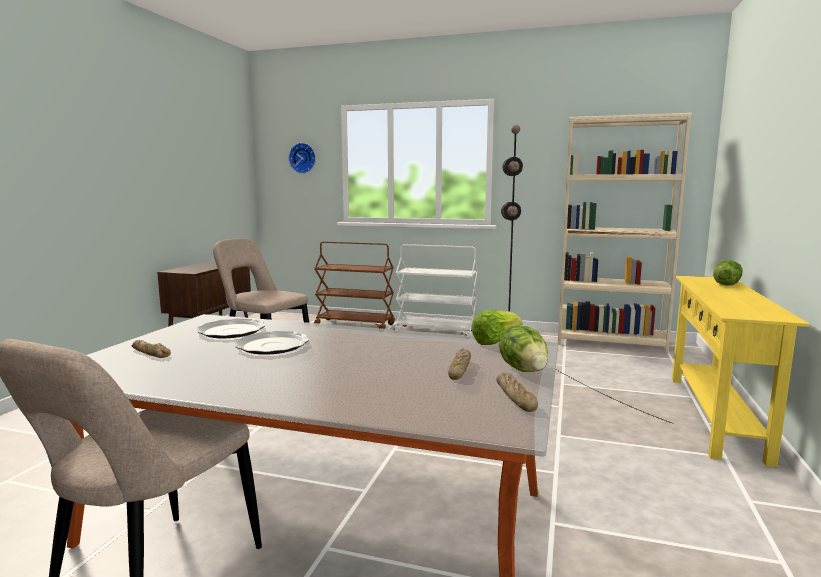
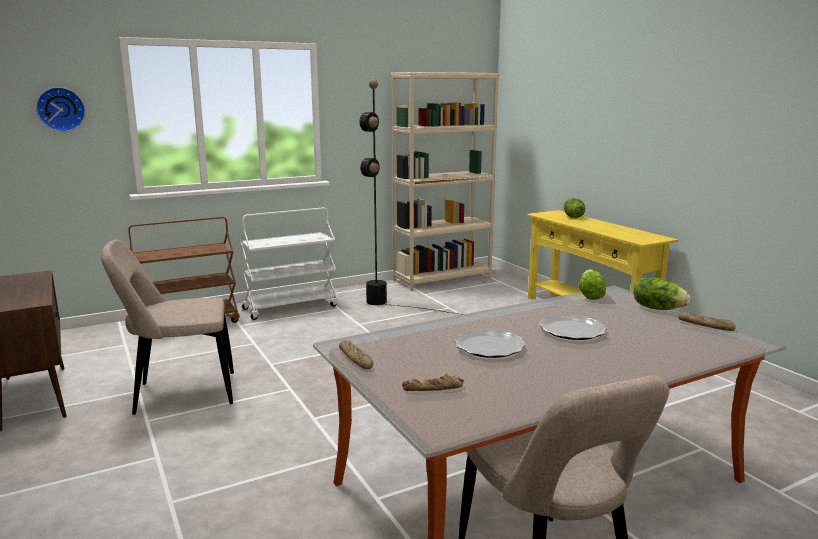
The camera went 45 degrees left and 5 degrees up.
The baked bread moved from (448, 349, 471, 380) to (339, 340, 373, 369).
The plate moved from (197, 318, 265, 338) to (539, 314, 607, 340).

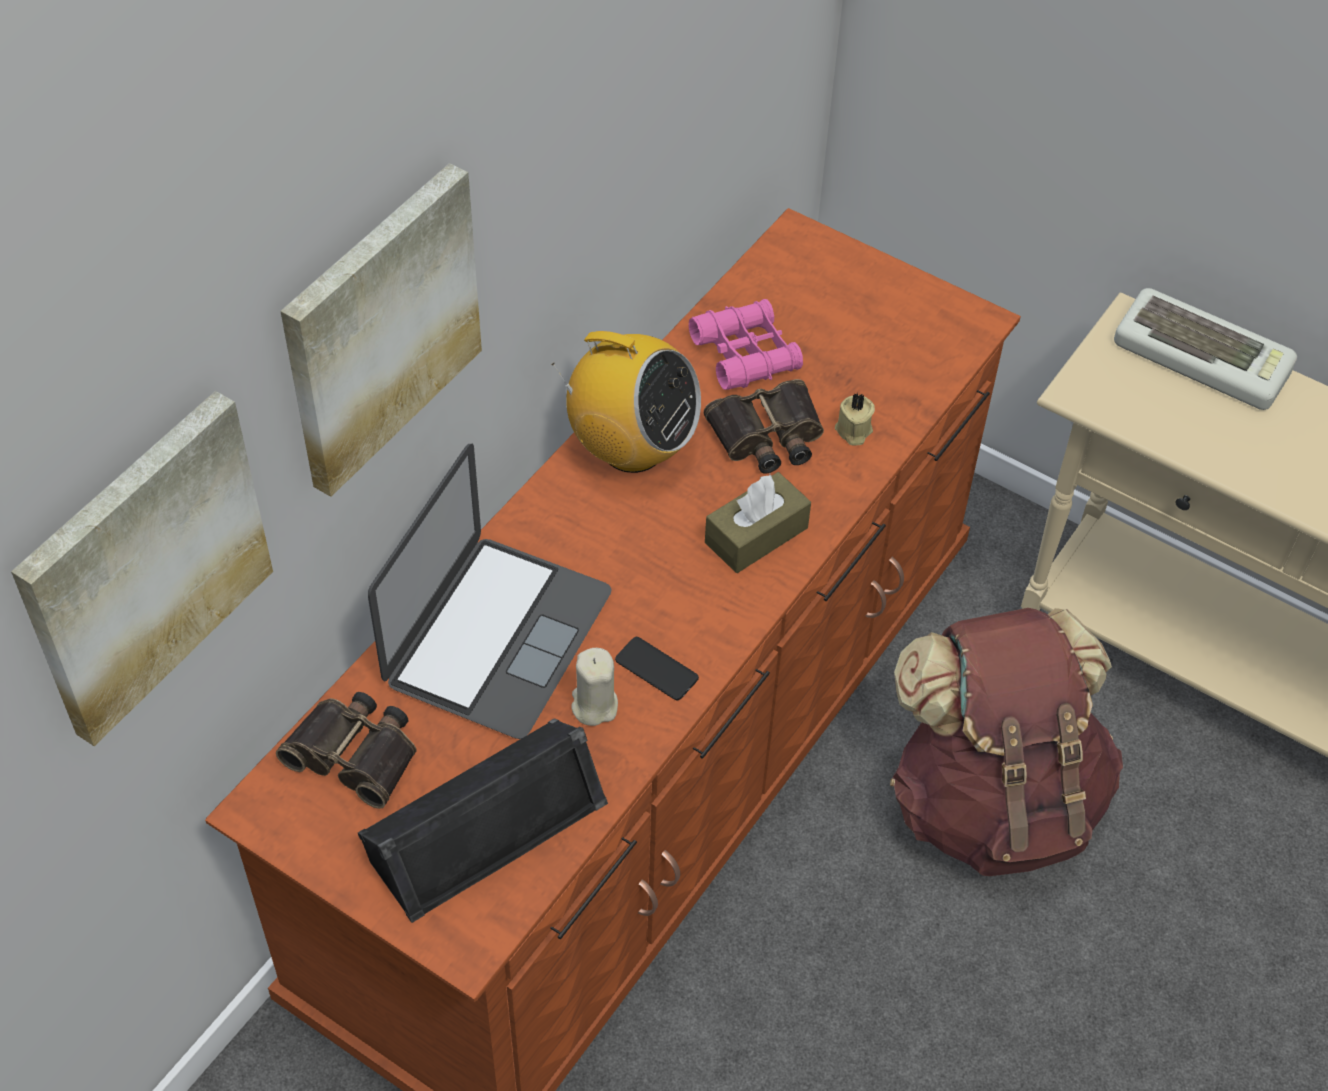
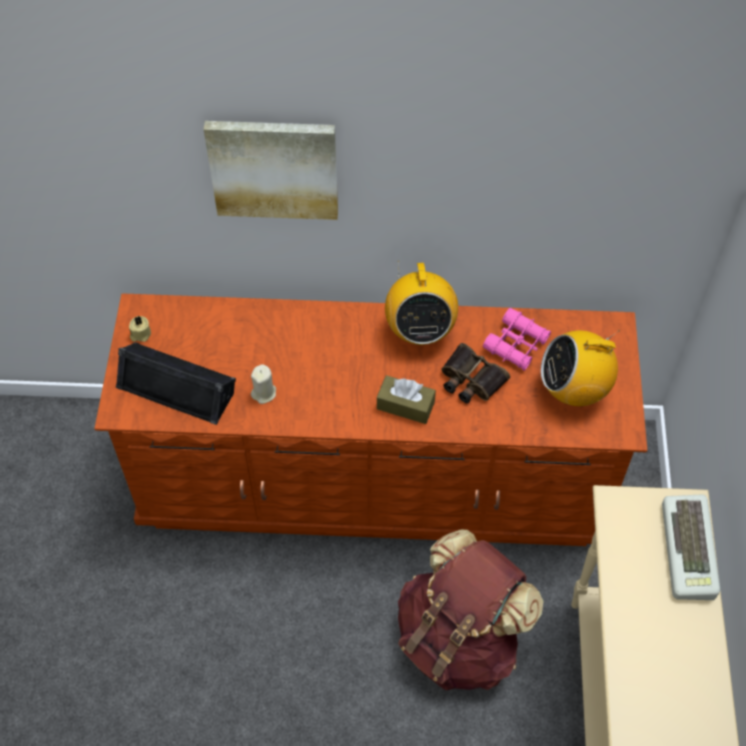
The camera went 60 degrees right and 5 degrees up.
The beige-coloured candle moved from (835, 393, 875, 445) to (129, 316, 151, 342).
The radio receiver at (541, 330, 620, 406) appeared.
The wall picture at (11, 391, 273, 746) disappeared.
The field glasses at (276, 692, 417, 809) disappeared.
The notebook computer at (368, 444, 612, 739) disappeared.
The phone at (615, 637, 699, 700) disappeared.

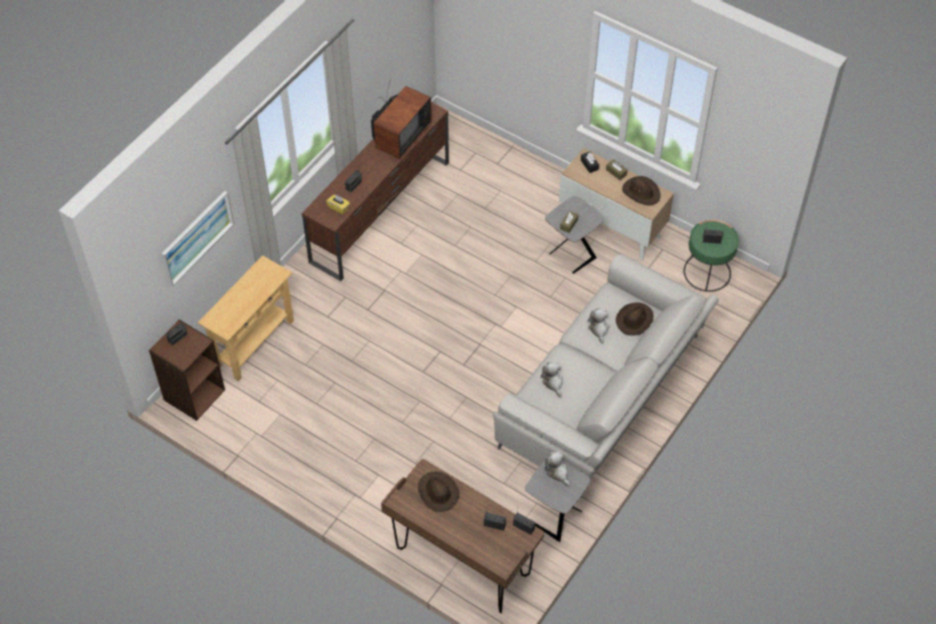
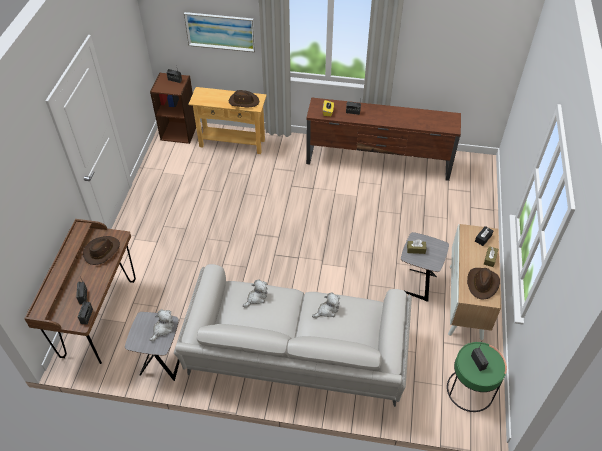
The camera went 65 degrees right and 5 degrees down.
The brown clothing hat moved from (616, 302, 654, 336) to (229, 90, 259, 107).
The television at (371, 78, 432, 159) disappeared.

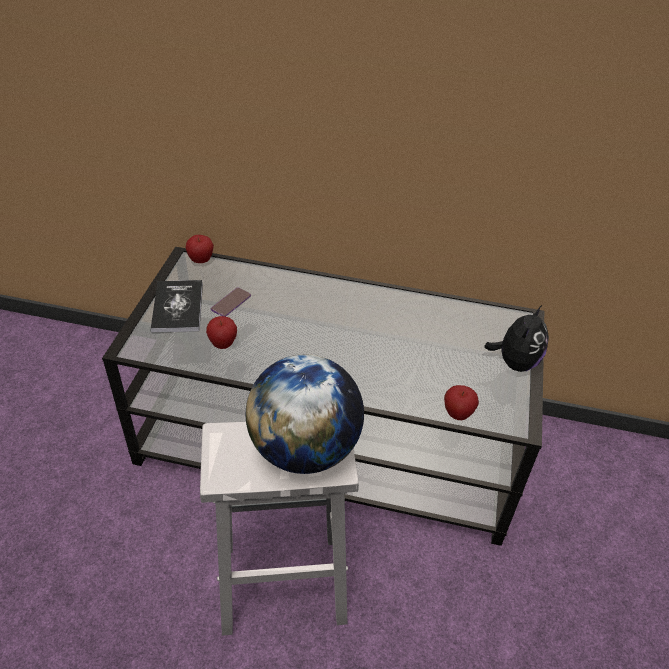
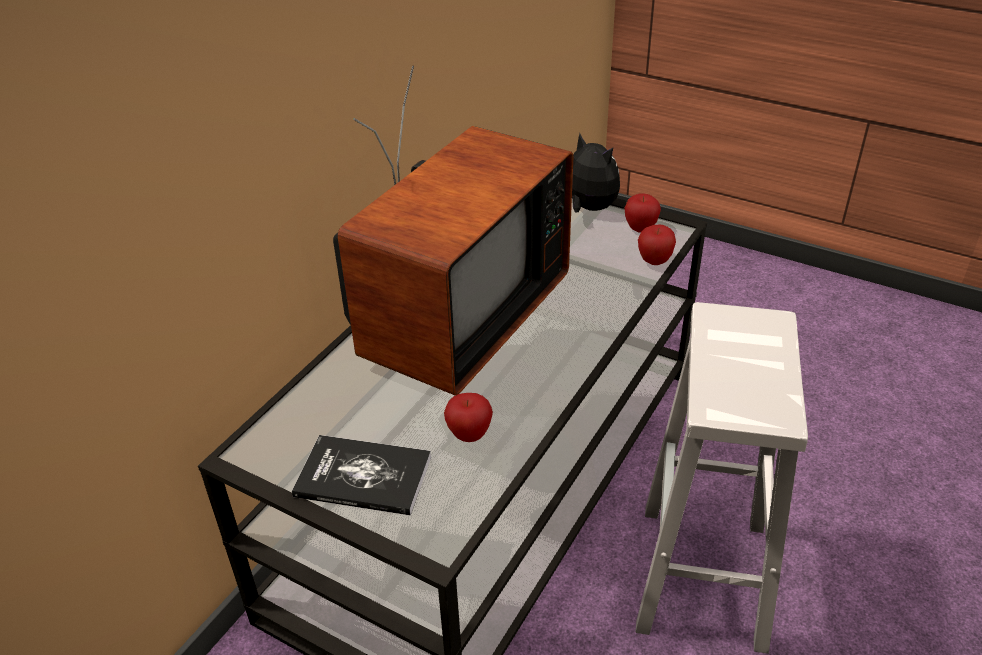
The camera went 70 degrees left and 5 degrees down.
The television at (333, 65, 573, 396) appeared.
The apple fruit moved from (185, 235, 214, 263) to (624, 194, 661, 233).
The phone at (211, 287, 251, 317) disappeared.
The globe at (246, 354, 364, 474) disappeared.

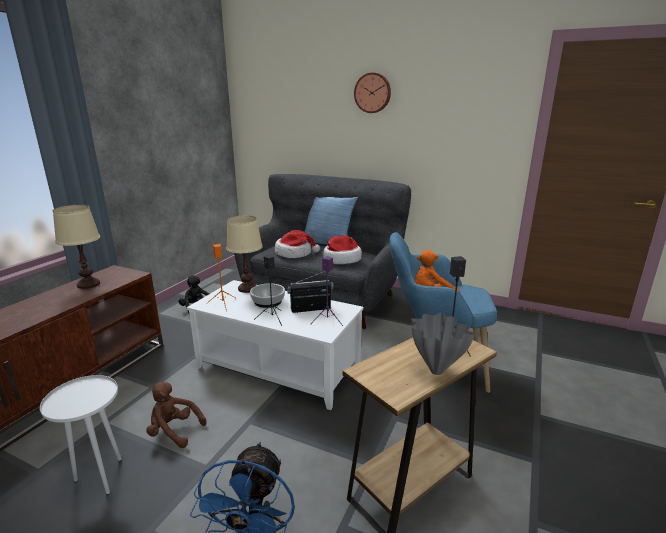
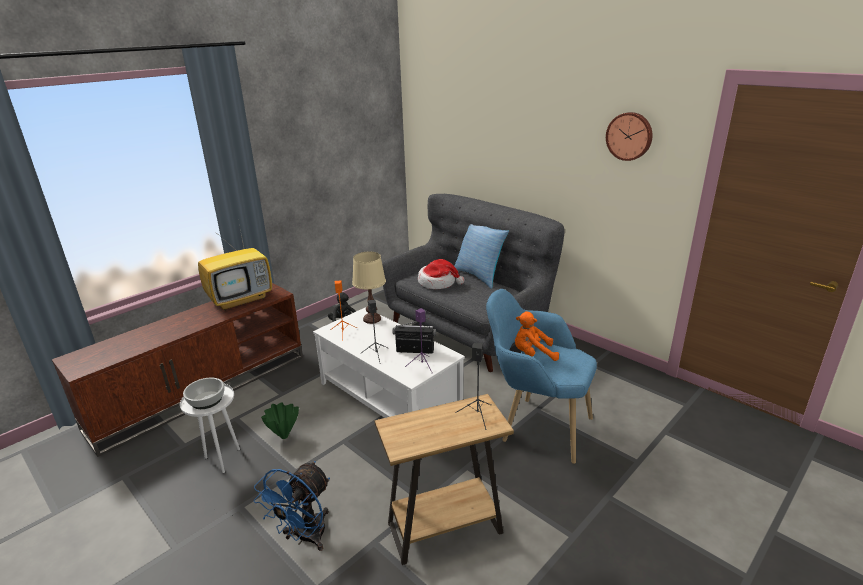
The camera went 20 degrees right and 5 degrees up.
The deep dish moved from (250, 283, 285, 308) to (183, 378, 225, 409).
The beige-coloured table lamp at (53, 205, 100, 289) was replaced by the television at (198, 225, 272, 311).
The brown soft toy at (146, 382, 206, 448) was replaced by the green-coloured flower vase at (261, 403, 299, 439).
The clock on the wall moved from (354, 72, 391, 113) to (606, 112, 652, 161).
The clothing hat at (323, 235, 362, 264) disappeared.
The greyish flower vase at (411, 312, 474, 375) disappeared.

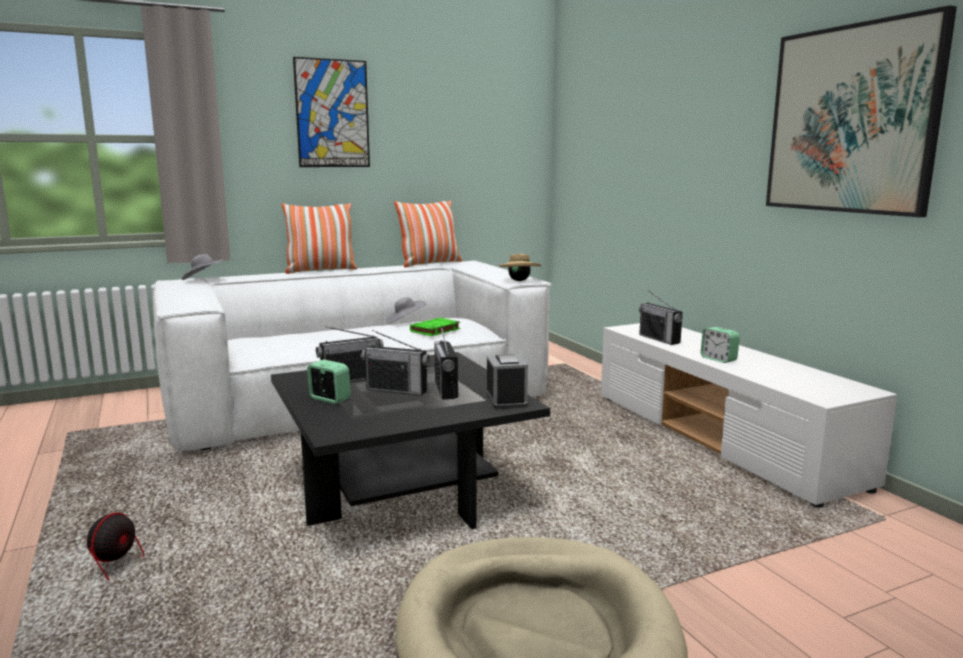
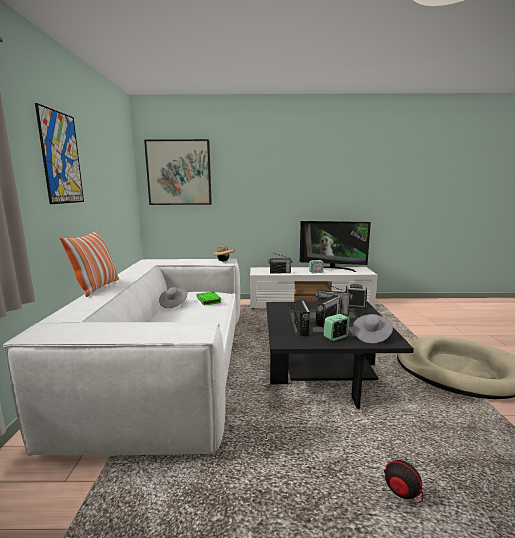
The camera went 65 degrees left and 0 degrees up.
The wall picture moved from (766, 5, 957, 217) to (144, 139, 212, 205).
The television at (300, 221, 371, 272) appeared.
The greyish clothing hat moved from (182, 254, 224, 280) to (353, 314, 393, 343).
The throw pillow at (394, 200, 462, 267) disappeared.

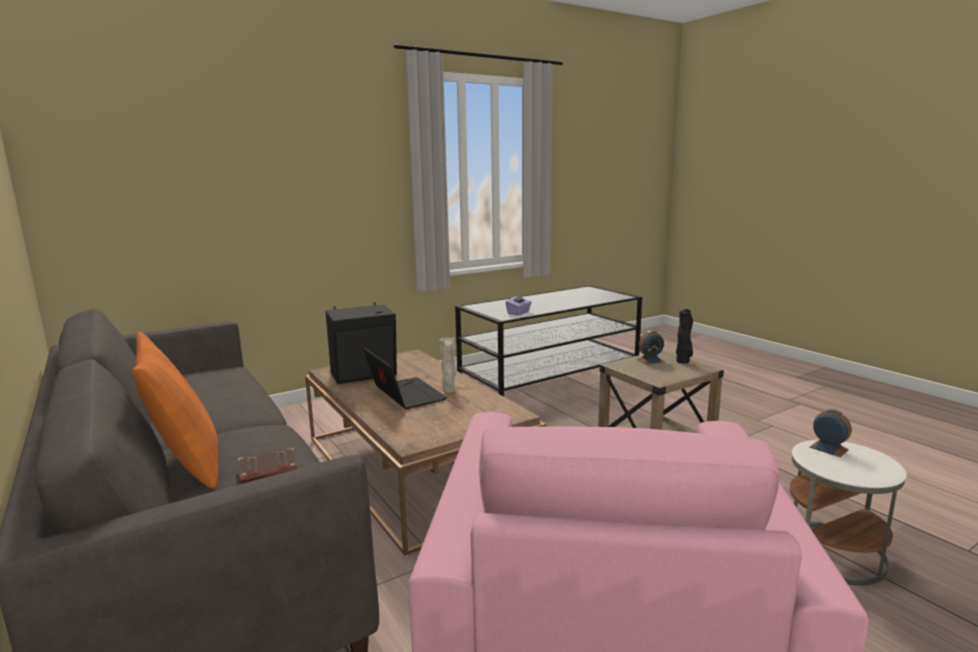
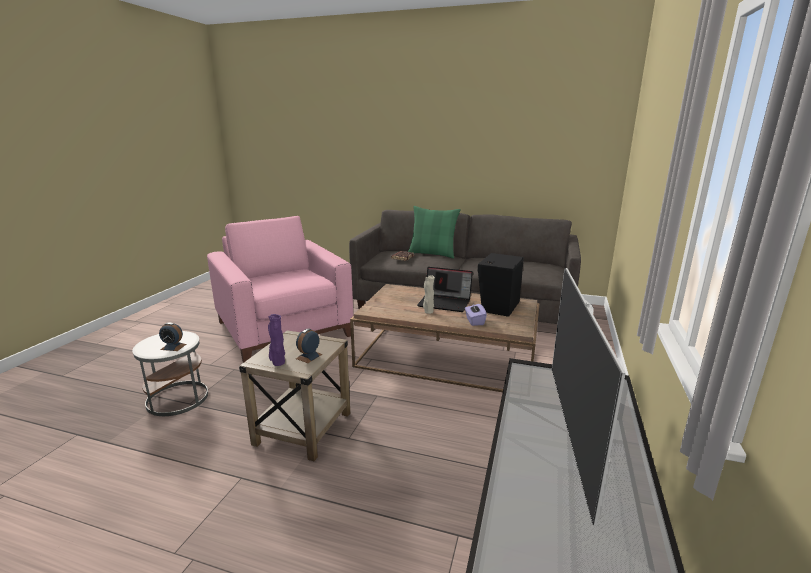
The camera went 140 degrees right and 5 degrees up.
The black flower vase at (676, 309, 693, 364) became the purplish flower vase at (268, 314, 285, 366).
The orange throw pillow at (132, 332, 218, 489) became the green-coloured throw pillow at (408, 206, 461, 259).
The purplish tissue holder moved from (506, 293, 532, 316) to (465, 304, 487, 326).
The television at (552, 268, 626, 526) appeared.

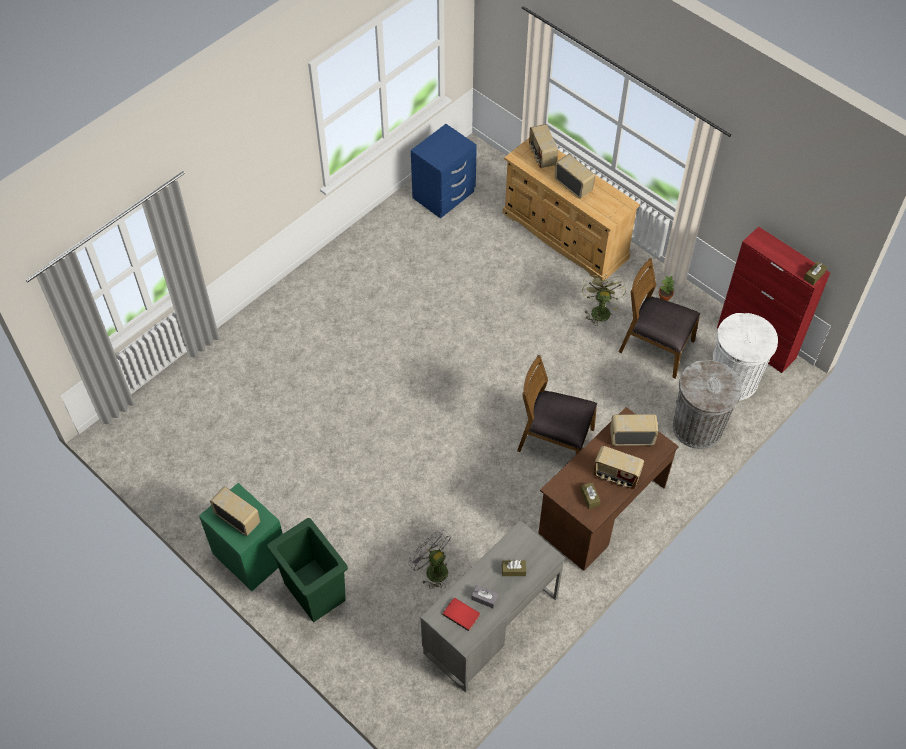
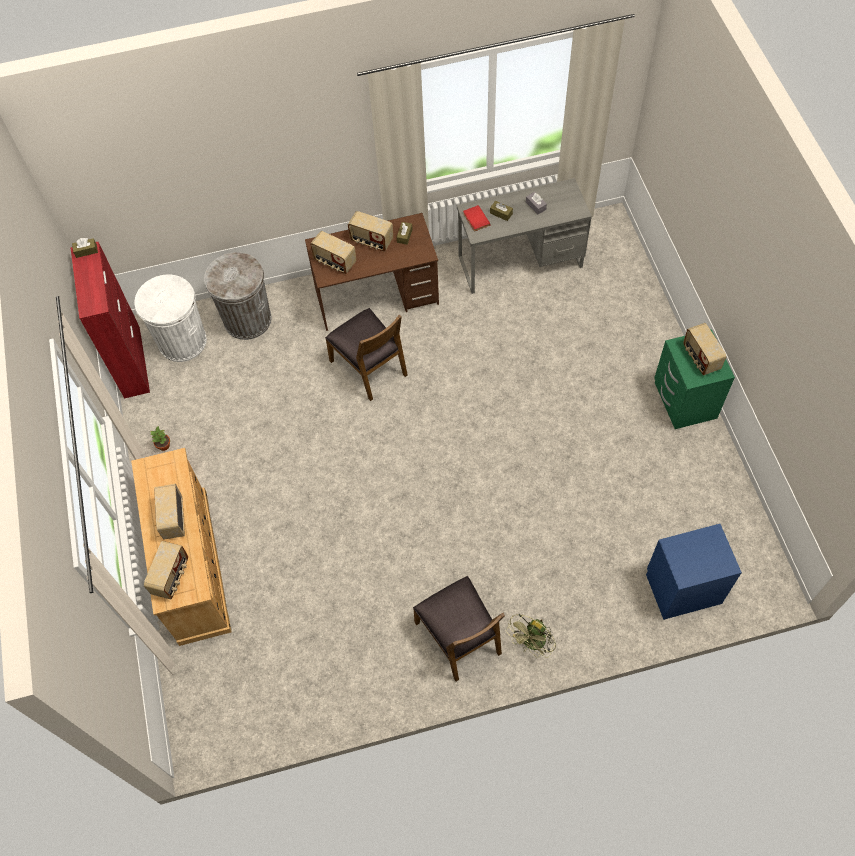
The camera went 145 degrees left and 5 degrees up.
The radio receiver at (593, 446, 644, 489) turned 150 degrees clockwise.
The brown chair moved from (619, 258, 700, 379) to (413, 576, 505, 681).
The red-coloured volume moved from (442, 598, 480, 631) to (463, 205, 490, 231).
The green-coloured cooling fan moved from (582, 274, 626, 326) to (506, 614, 556, 658).
The blue-coloured nightstand moved from (411, 124, 477, 219) to (646, 524, 742, 620).
The green-coloured waste bin at (267, 518, 348, 622) disappeared.
The greyish cooling fan at (408, 530, 451, 589) disappeared.

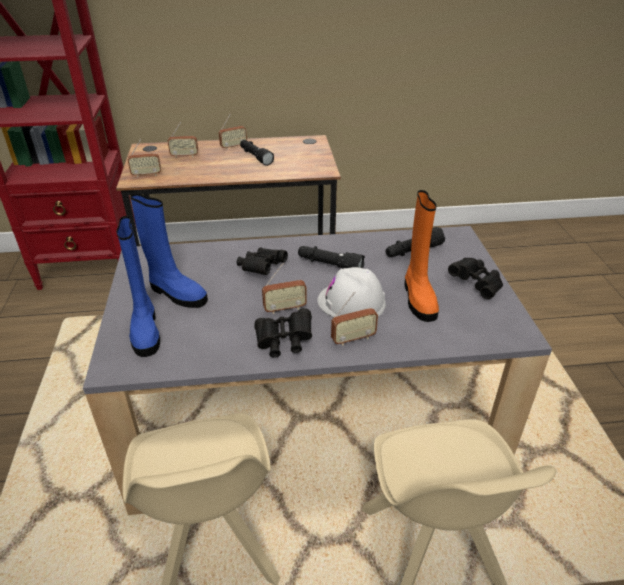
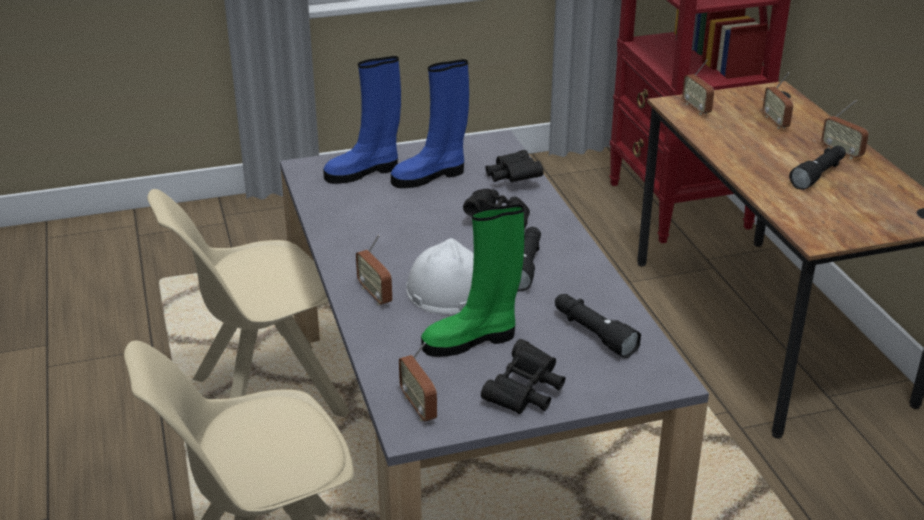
The camera went 80 degrees right and 5 degrees down.
The blue-coloured tall boot at (130, 193, 208, 308) turned 45 degrees clockwise.
The radio receiver moved from (262, 263, 307, 314) to (399, 342, 437, 421).
The orange tall boot at (405, 190, 439, 322) became the green-coloured tall boot at (421, 204, 524, 357).
The black field glasses moved from (255, 308, 312, 358) to (486, 150, 543, 183).

